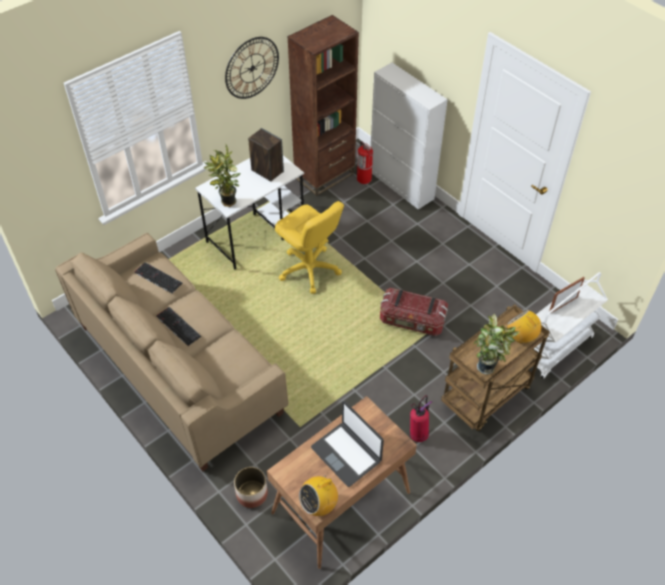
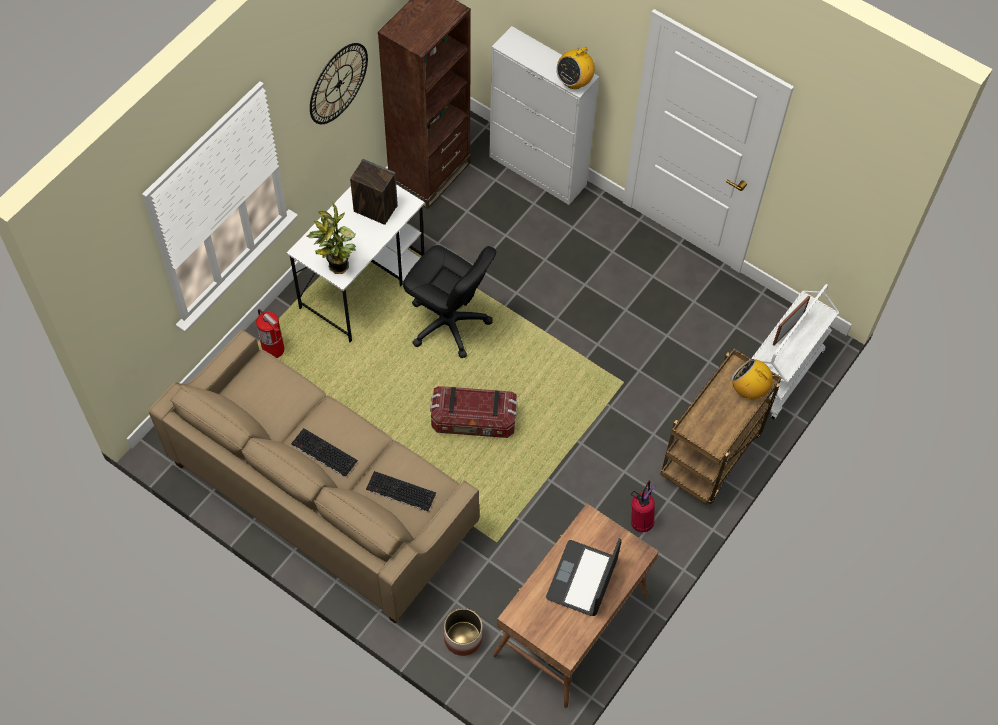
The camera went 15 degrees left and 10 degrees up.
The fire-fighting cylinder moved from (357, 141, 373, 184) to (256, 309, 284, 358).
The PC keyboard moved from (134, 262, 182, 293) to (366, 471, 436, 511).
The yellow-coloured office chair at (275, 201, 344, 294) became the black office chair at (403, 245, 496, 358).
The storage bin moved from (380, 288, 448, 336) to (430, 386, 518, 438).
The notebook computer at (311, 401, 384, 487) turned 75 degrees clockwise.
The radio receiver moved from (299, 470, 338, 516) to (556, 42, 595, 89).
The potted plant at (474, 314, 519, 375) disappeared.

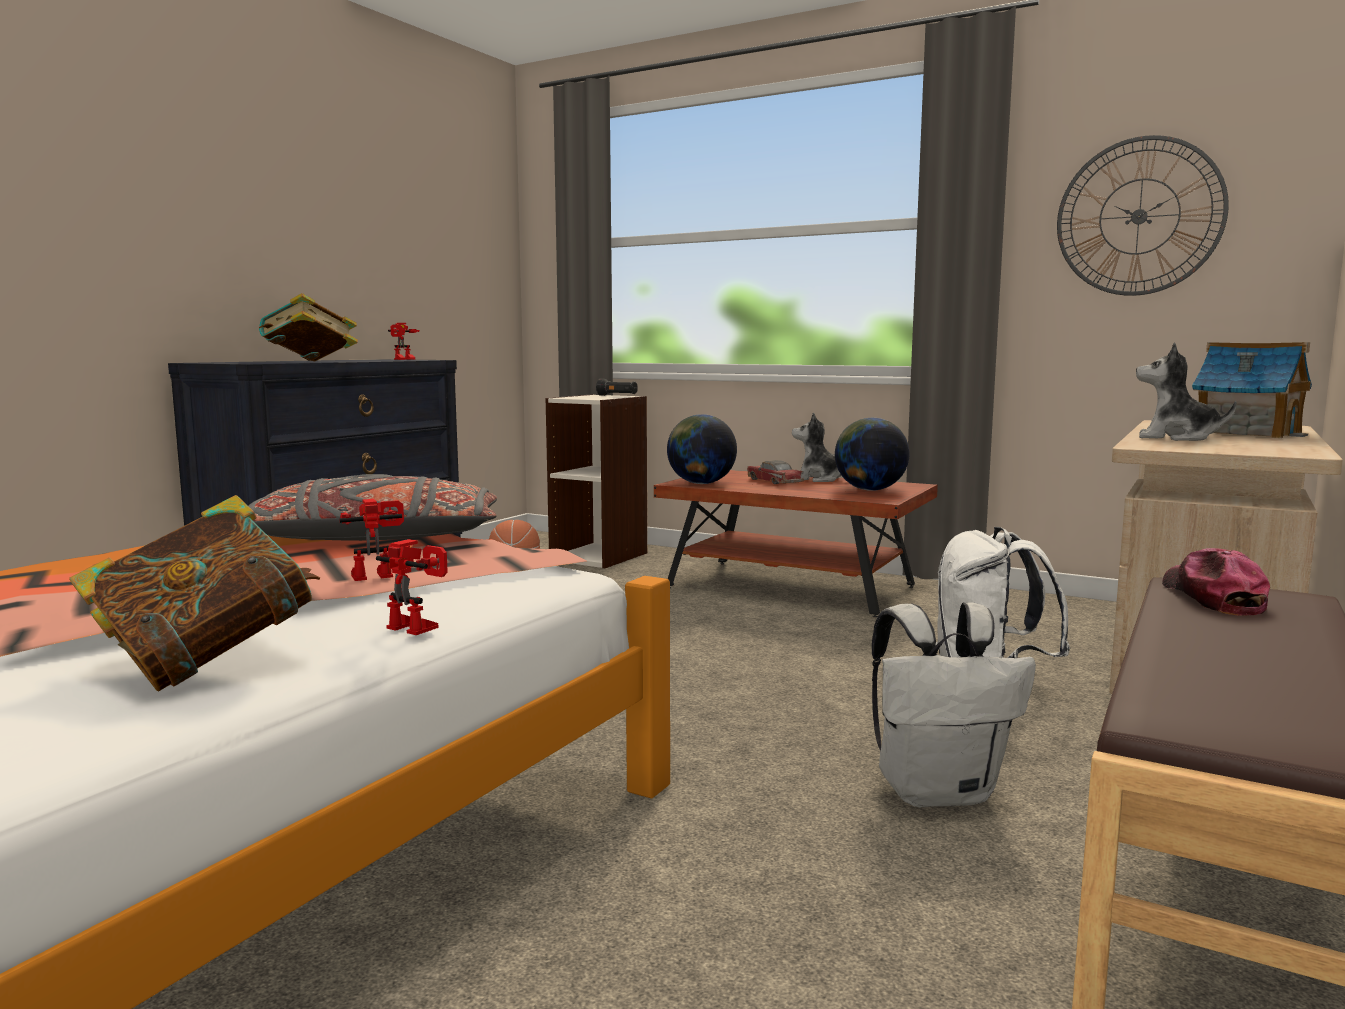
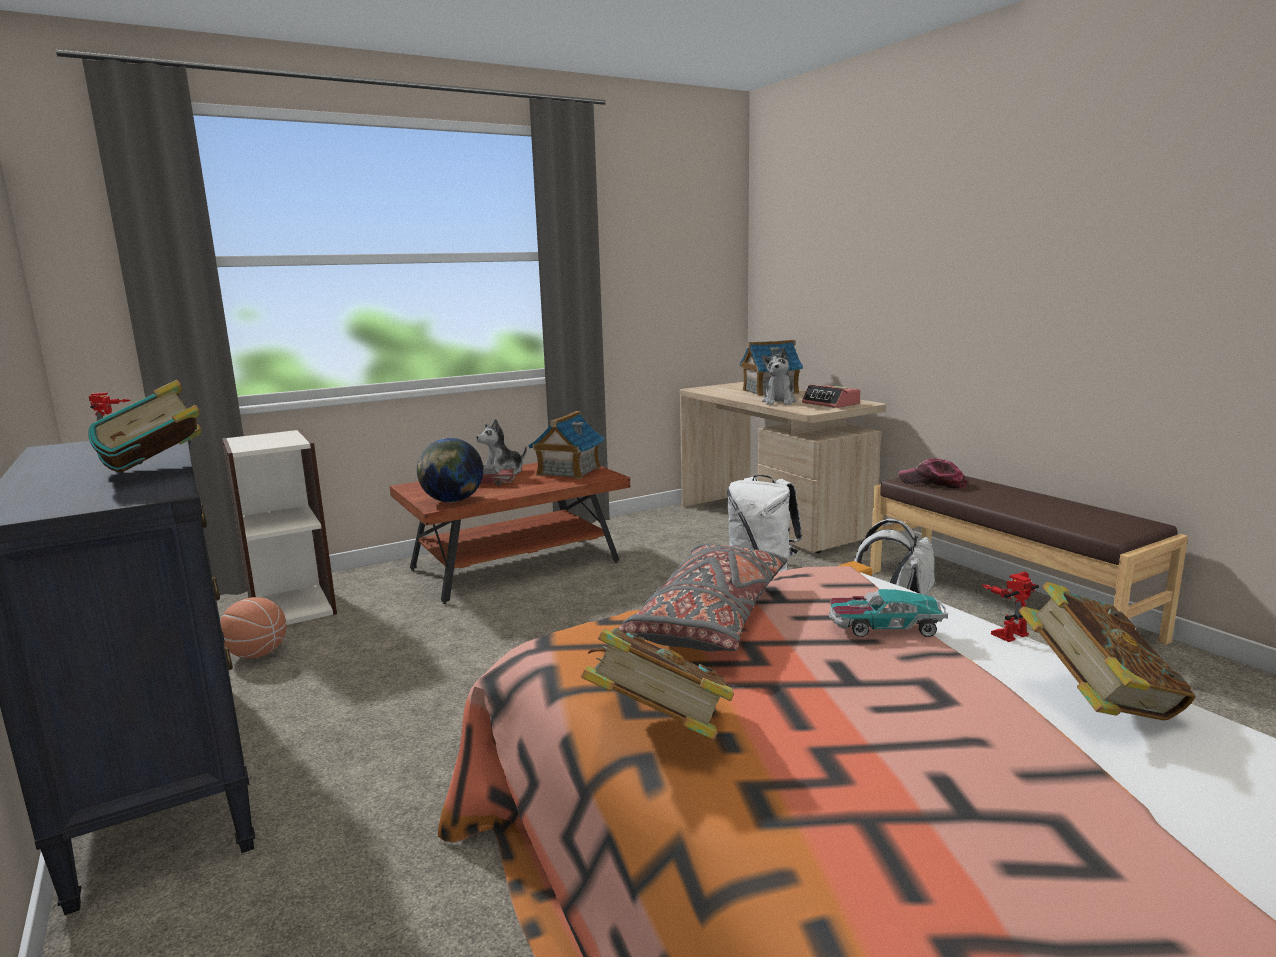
The camera went 60 degrees left and 5 degrees up.
The globe at (835, 418, 909, 491) was replaced by the miniature house at (528, 411, 605, 479).
The volume at (581, 628, 734, 740) appeared.
The soft toy at (1136, 342, 1237, 441) turned 45 degrees counterclockwise.
The table clock at (802, 384, 861, 408) appeared.
The model robot at (340, 499, 404, 581) was replaced by the model car at (828, 589, 948, 637).
The black flashlight at (596, 379, 638, 396) disappeared.
The clock on the wall at (1057, 135, 1229, 296) disappeared.

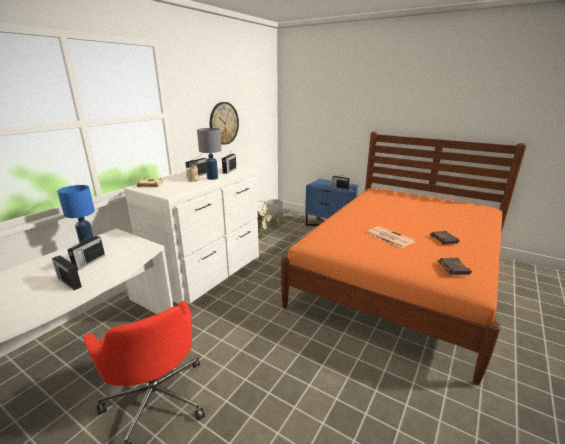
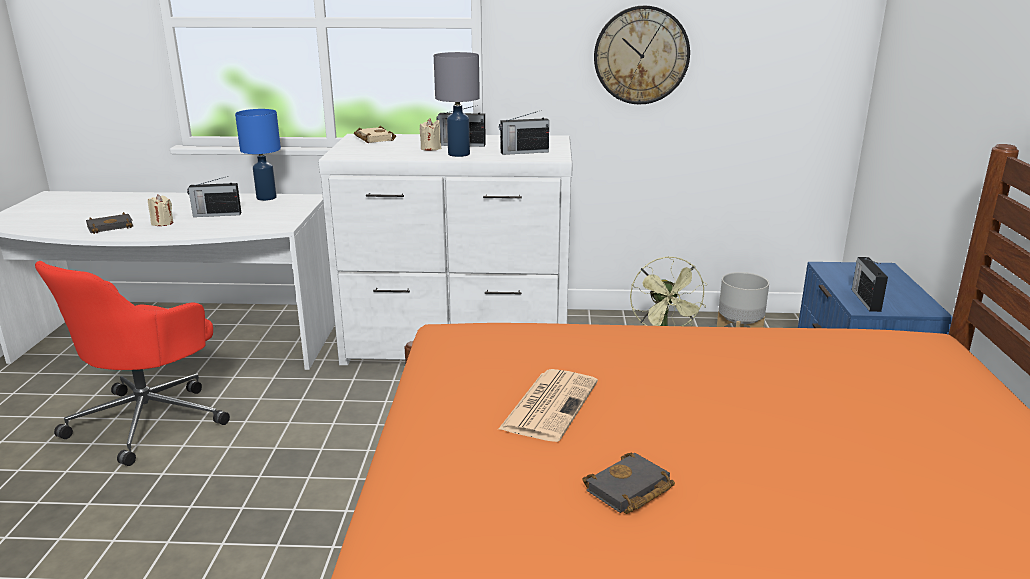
The camera went 60 degrees right and 0 degrees up.
The black volume moved from (437, 258, 472, 275) to (86, 212, 134, 234).
The radio receiver at (52, 255, 82, 290) was replaced by the beige-coloured candle at (148, 194, 173, 226).

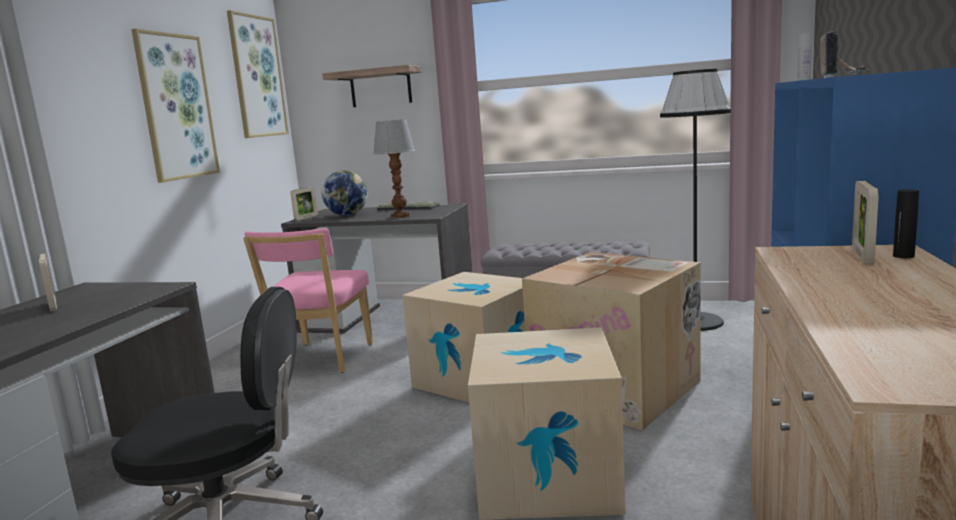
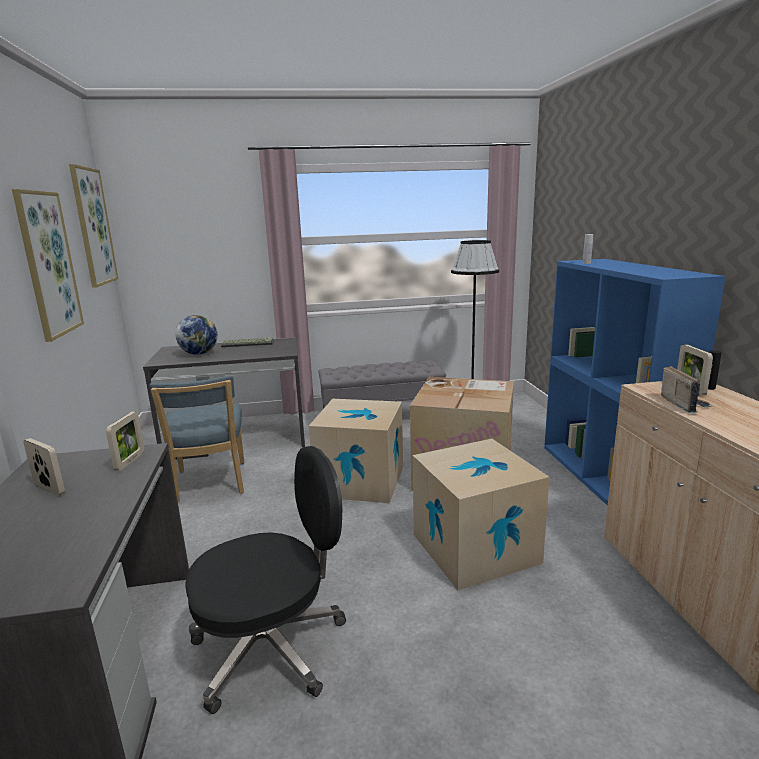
The camera went 25 degrees left and 5 degrees up.
The picture frame moved from (290, 187, 318, 220) to (106, 412, 145, 471).
The pink chair at (243, 228, 373, 373) became the blue-coloured chair at (149, 375, 244, 503).
The radio receiver moved from (820, 31, 870, 78) to (661, 366, 713, 413).
The bracket shelf at (322, 65, 422, 107) disappeared.
The table lamp at (373, 119, 415, 218) disappeared.

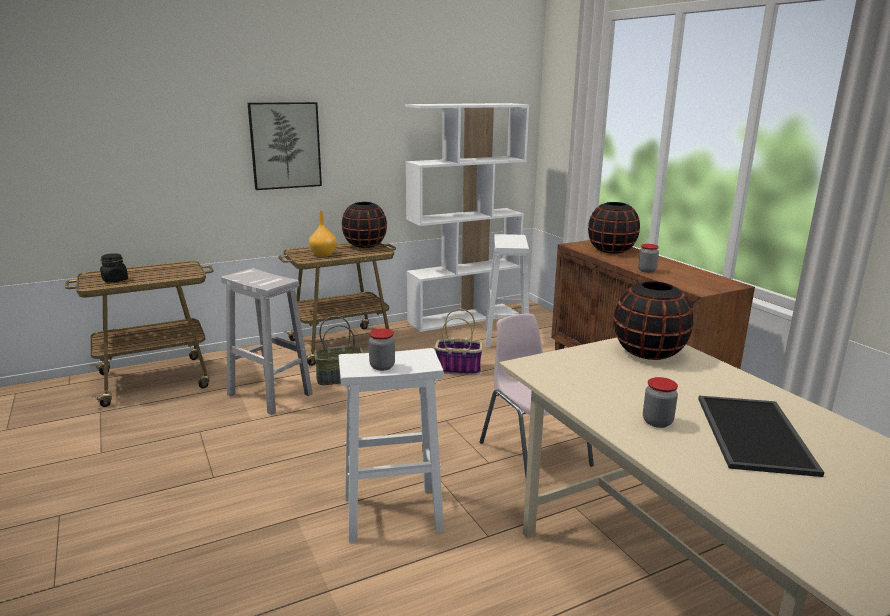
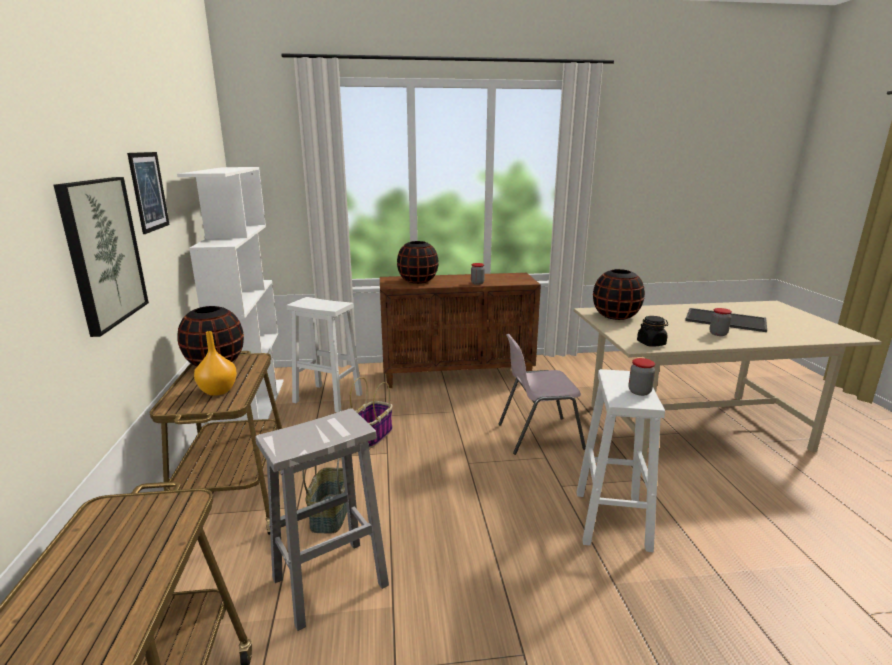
The camera went 70 degrees left and 0 degrees up.
The wall picture at (127, 152, 170, 234) appeared.
The black preserve jar moved from (100, 253, 128, 283) to (637, 316, 668, 347).

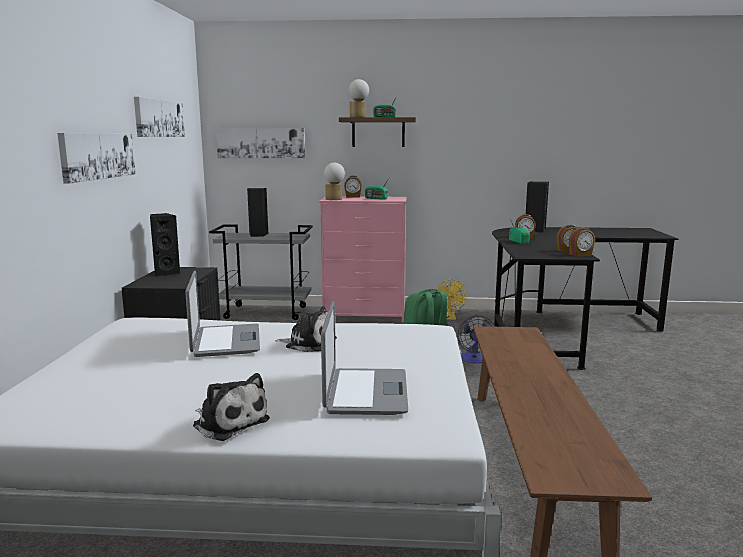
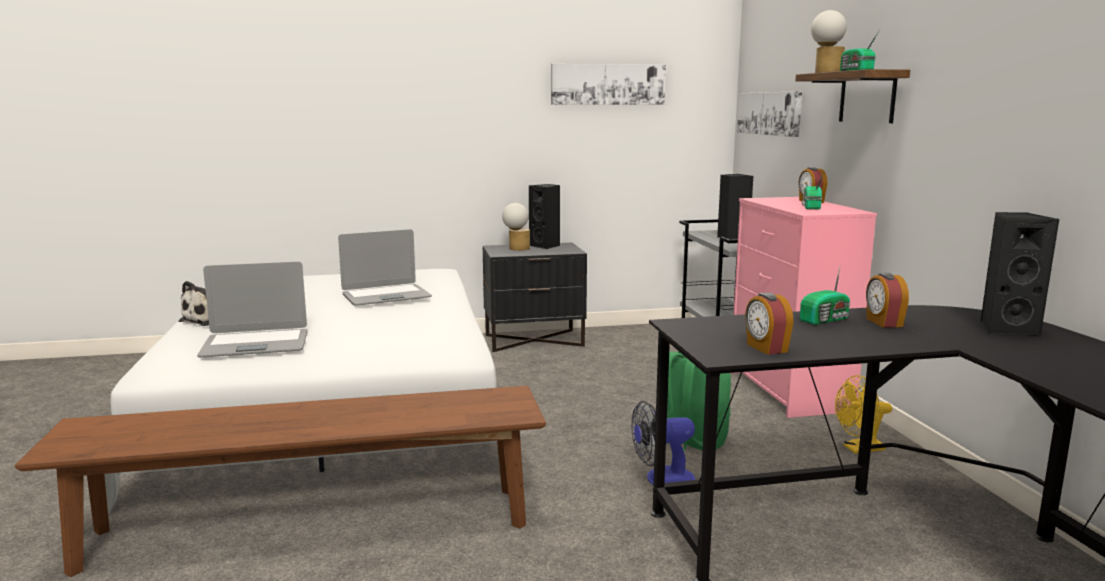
The camera went 75 degrees right and 0 degrees up.
The table lamp moved from (324, 163, 345, 200) to (502, 203, 530, 251).
The wall picture at (57, 133, 136, 184) disappeared.
The soft toy at (275, 306, 337, 352) disappeared.
The table clock at (569, 228, 595, 257) disappeared.

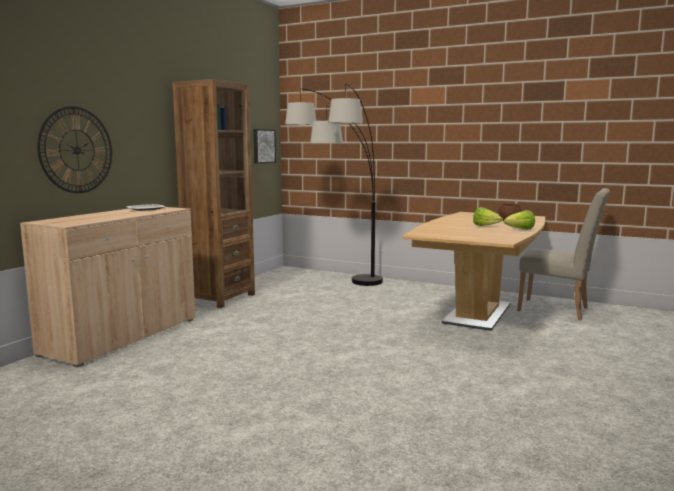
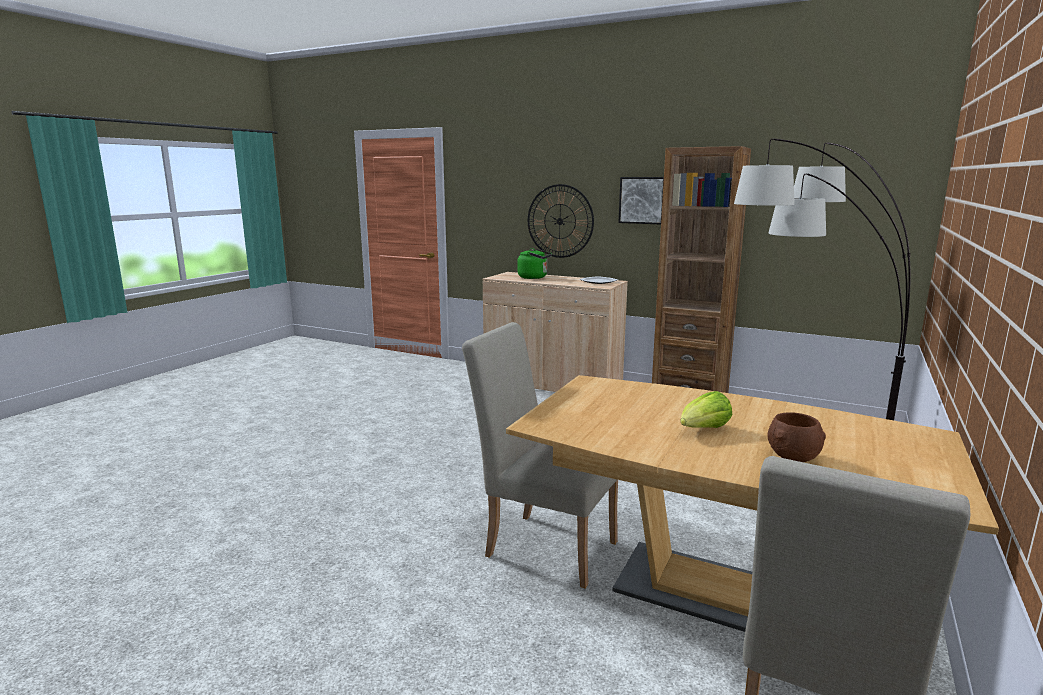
The camera went 90 degrees right and 5 degrees up.
The beige-coloured chair at (462, 322, 618, 588) appeared.
The green-coloured water kettle at (518, 248, 552, 279) appeared.
The wall picture moved from (253, 129, 276, 164) to (618, 177, 664, 224).
The lettuce at (504, 210, 535, 230) disappeared.

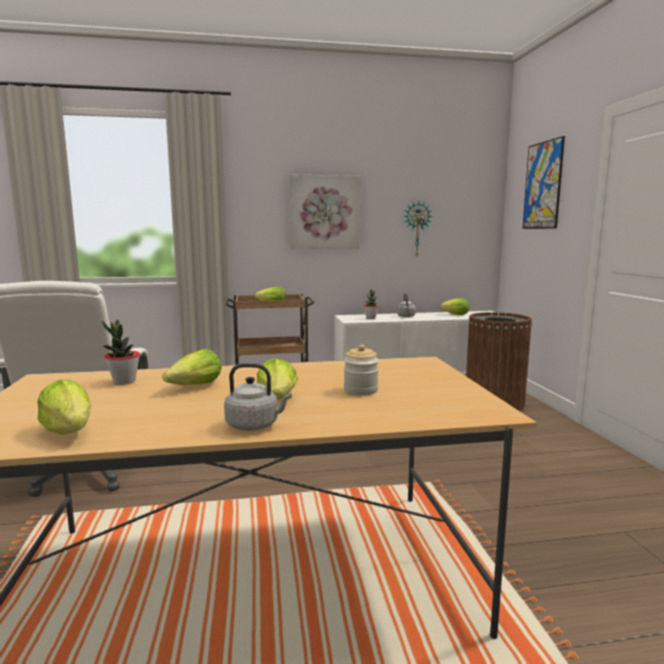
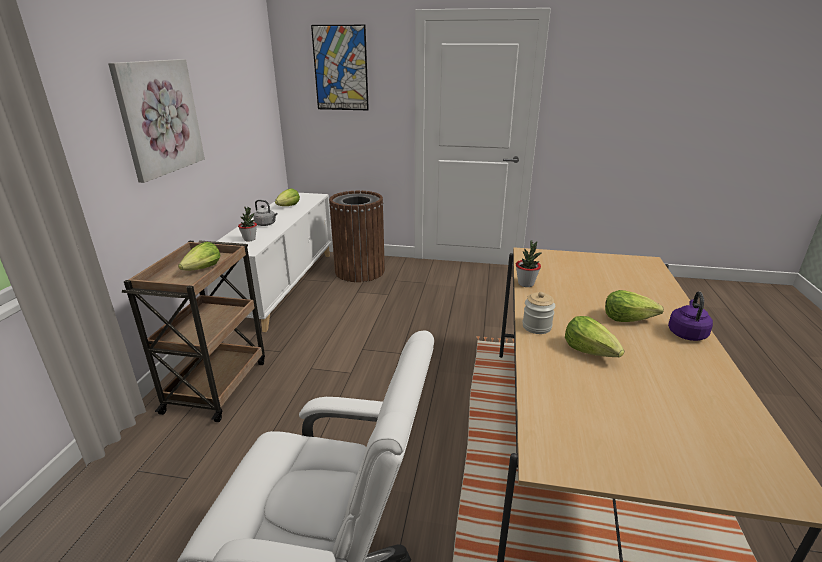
The camera went 70 degrees left and 15 degrees up.
The potted plant moved from (102, 320, 140, 385) to (516, 240, 541, 287).
The preserve jar moved from (344, 344, 379, 395) to (522, 292, 555, 334).
The greyish water kettle at (224, 363, 292, 431) became the purplish water kettle at (668, 291, 713, 341).
The lettuce at (37, 380, 91, 434) disappeared.
The clock on the wall at (404, 201, 432, 256) disappeared.

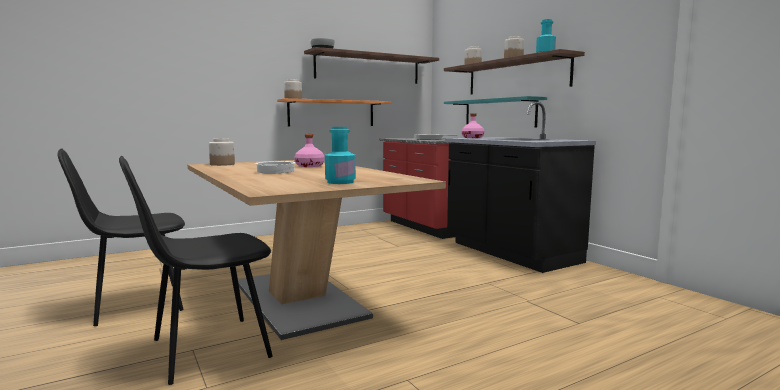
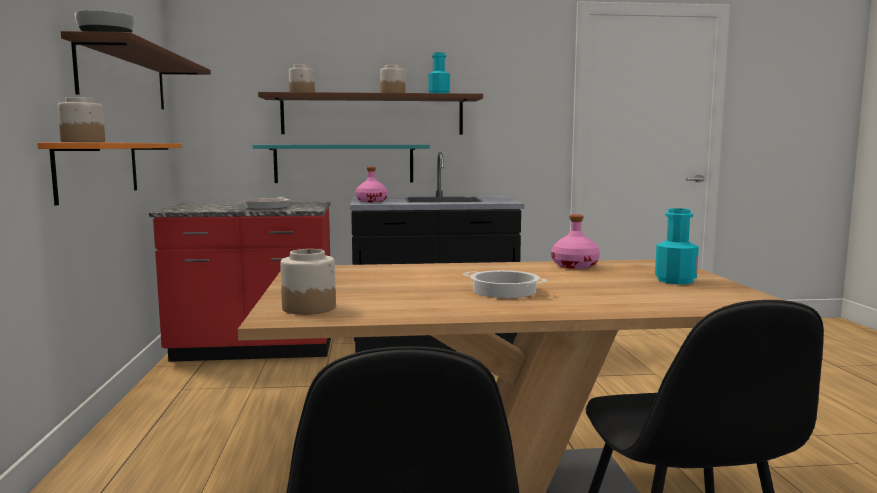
The camera went 65 degrees left and 0 degrees up.
The pink drink bottle moved from (294, 134, 325, 167) to (551, 214, 600, 269).

